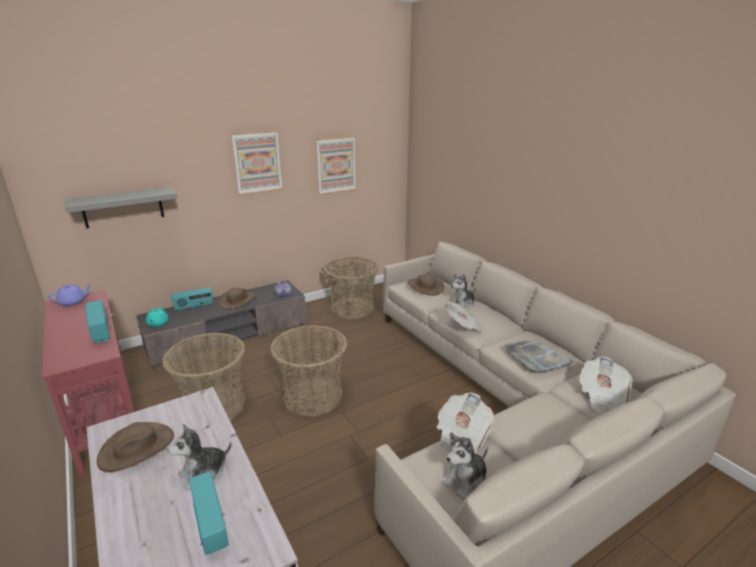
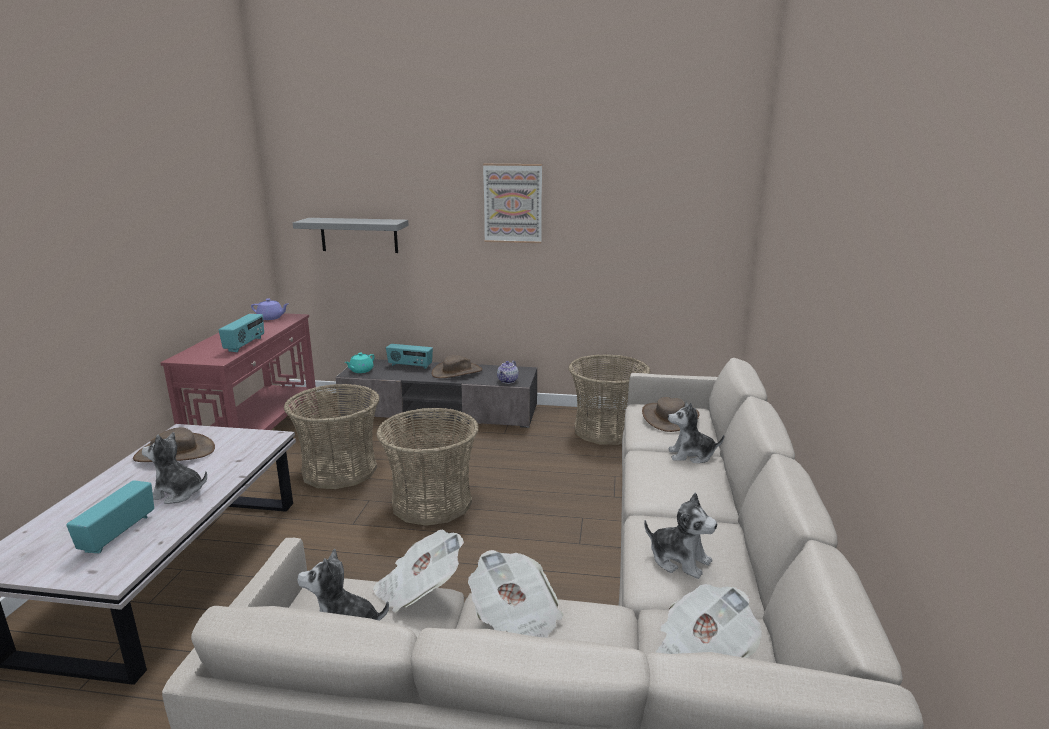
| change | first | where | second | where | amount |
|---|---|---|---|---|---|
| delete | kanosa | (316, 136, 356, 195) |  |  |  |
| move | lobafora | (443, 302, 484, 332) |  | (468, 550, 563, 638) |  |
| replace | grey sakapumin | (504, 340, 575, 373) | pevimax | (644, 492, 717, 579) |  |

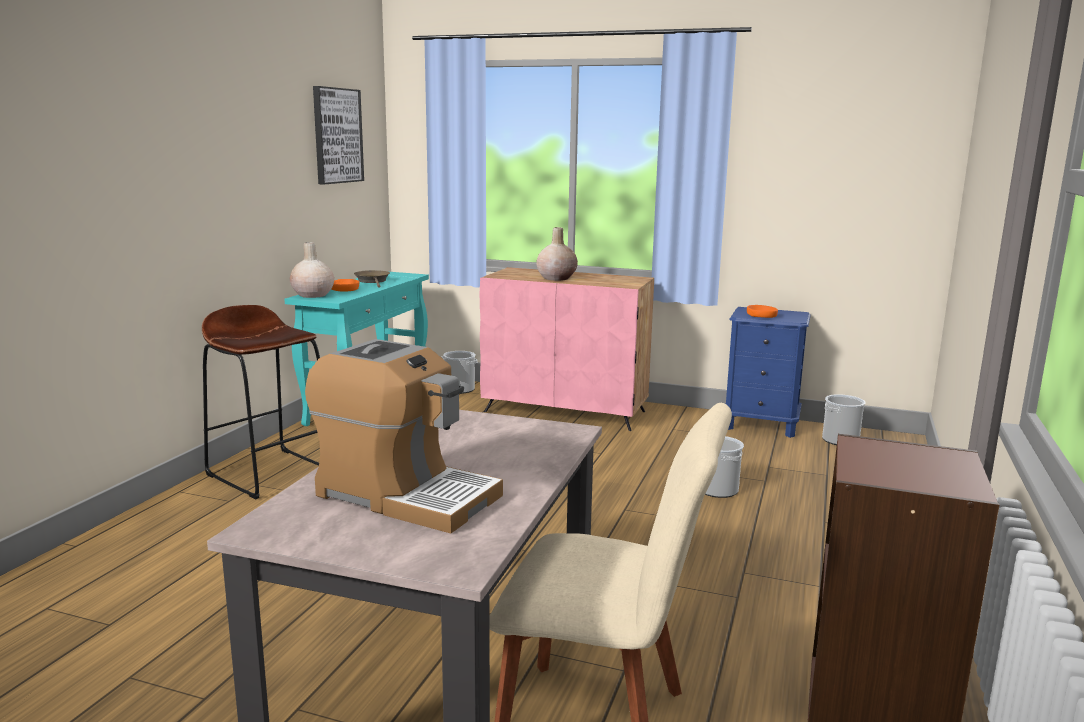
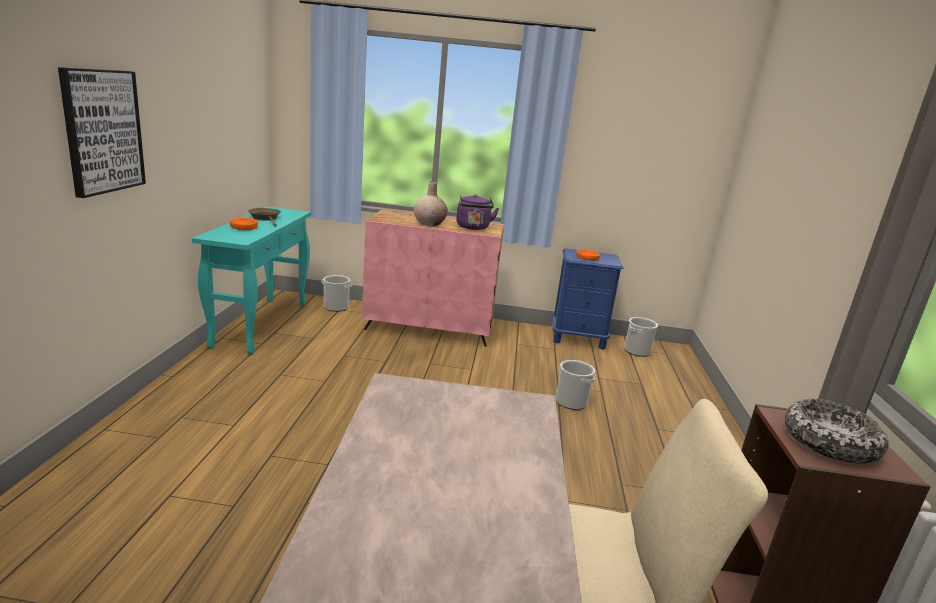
| change | first | where | second | where | amount |
|---|---|---|---|---|---|
| delete | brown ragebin | (202, 305, 320, 499) |  |  |  |
| delete | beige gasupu | (290, 242, 334, 298) |  |  |  |
| delete | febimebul | (305, 339, 503, 533) |  |  |  |
| insert |  |  | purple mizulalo | (456, 194, 499, 230) |  |
| insert |  |  | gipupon | (785, 399, 889, 464) |  |
| move | kanosa | (313, 86, 364, 185) |  | (58, 67, 146, 198) |  |

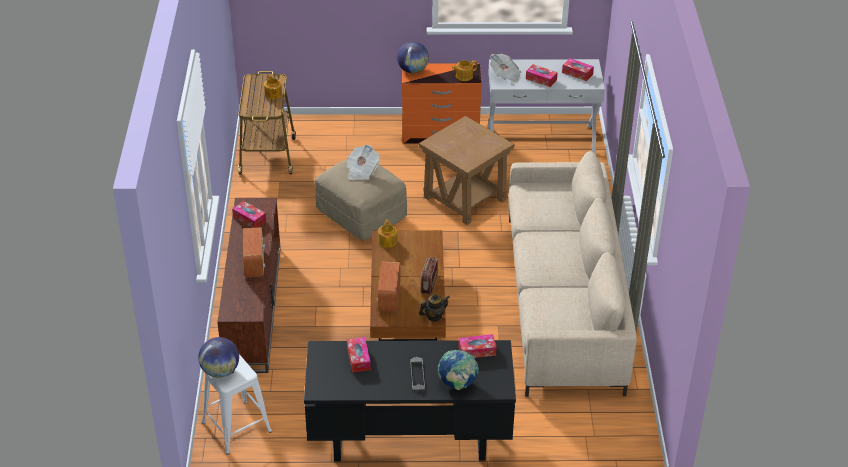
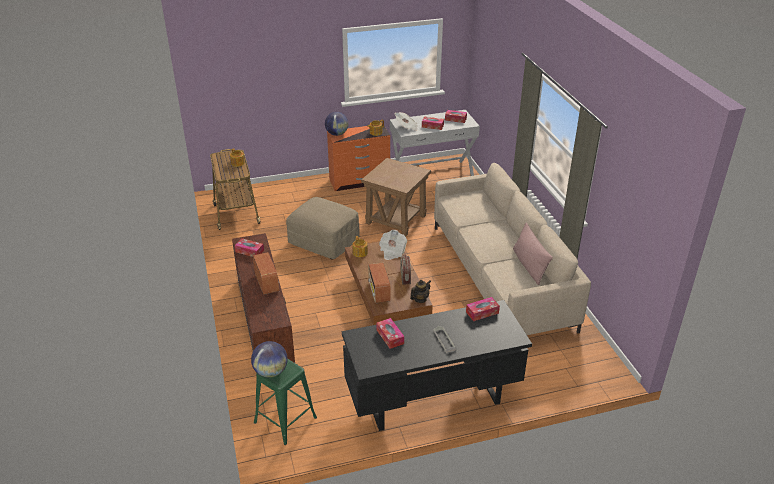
| change | first | where | second | where | amount |
|---|---|---|---|---|---|
| delete | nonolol | (438, 350, 479, 390) |  |  |  |
| insert |  |  | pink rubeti | (513, 223, 553, 285) |  |
| move | lobafora | (346, 145, 380, 180) |  | (379, 230, 407, 260) |  |
| recolor | white ragebin | (202, 355, 272, 455) | green ragebin | (254, 359, 317, 445) |  |

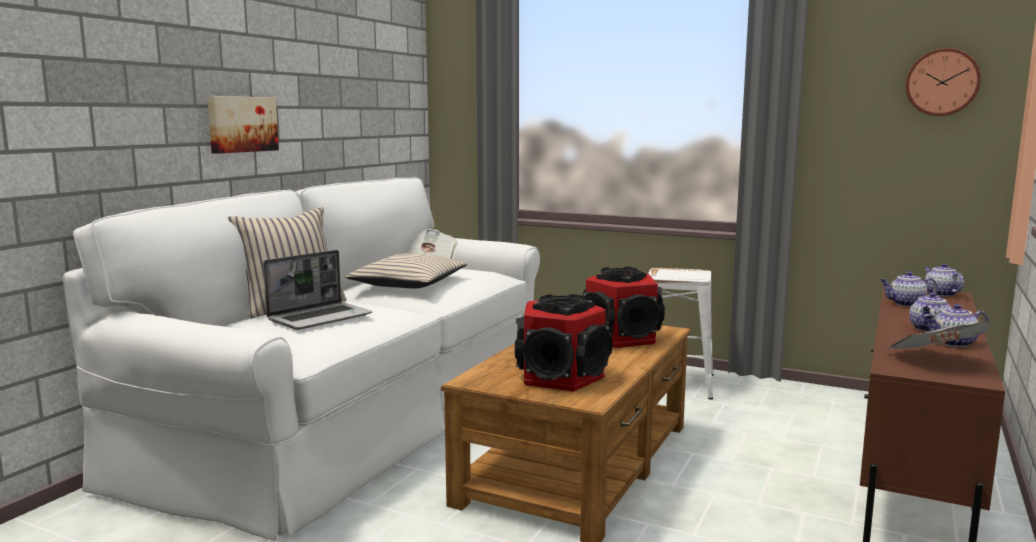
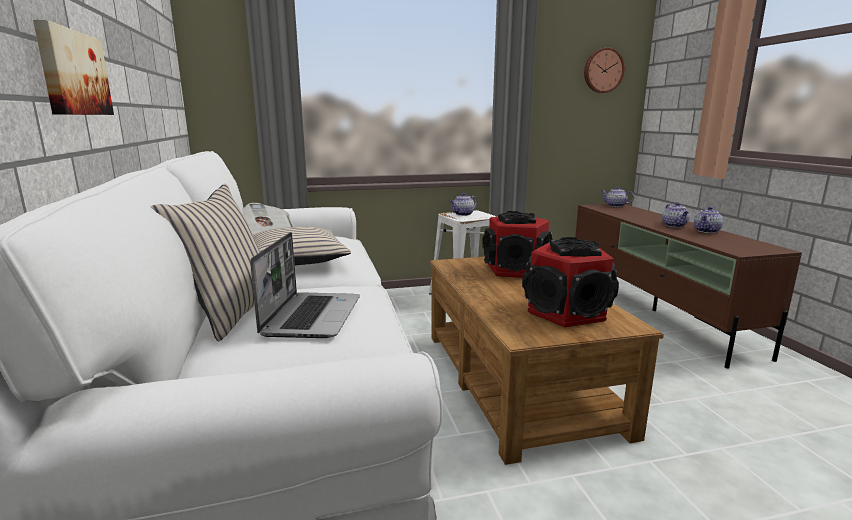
| change | first | where | second | where | amount |
|---|---|---|---|---|---|
| delete | lobafora | (885, 321, 994, 349) |  |  |  |
| move | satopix | (881, 271, 937, 307) |  | (449, 193, 477, 216) |  |

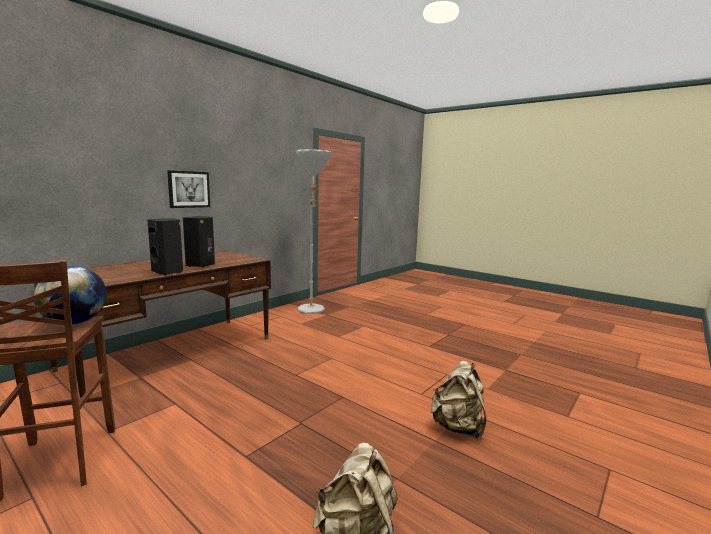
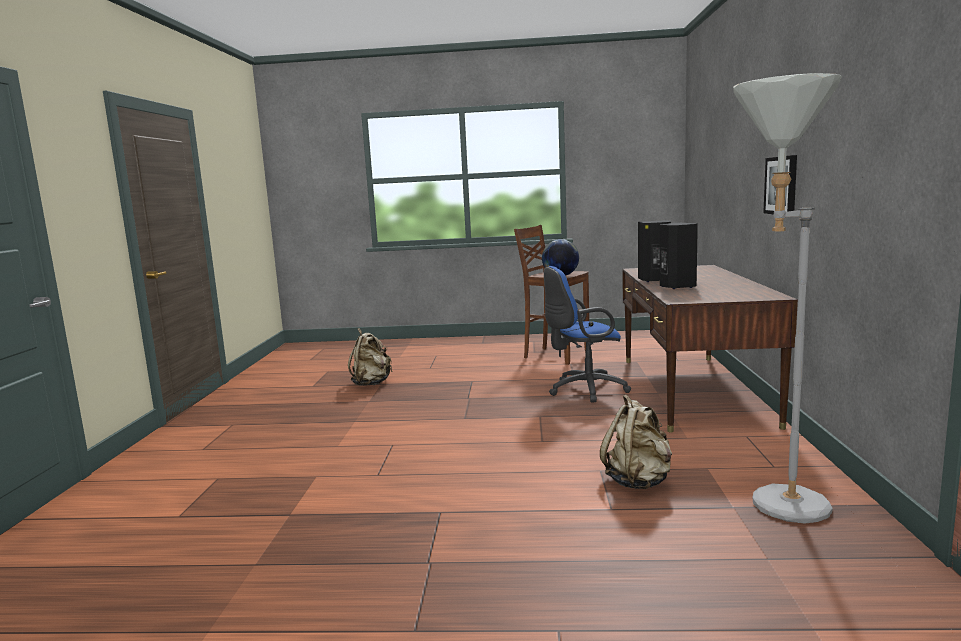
| change | first | where | second | where | amount |
|---|---|---|---|---|---|
| insert |  |  | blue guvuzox | (544, 266, 631, 402) |  |
| move | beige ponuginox | (431, 361, 486, 439) |  | (600, 395, 672, 489) |  |

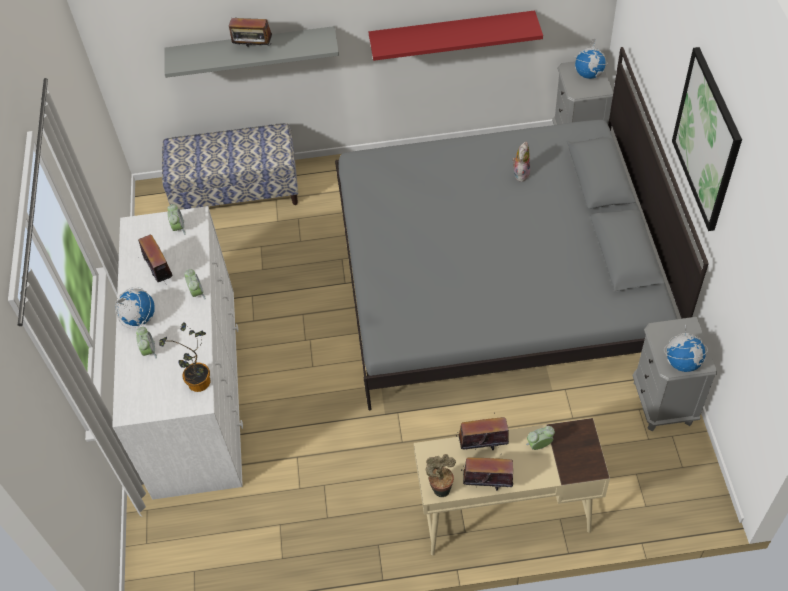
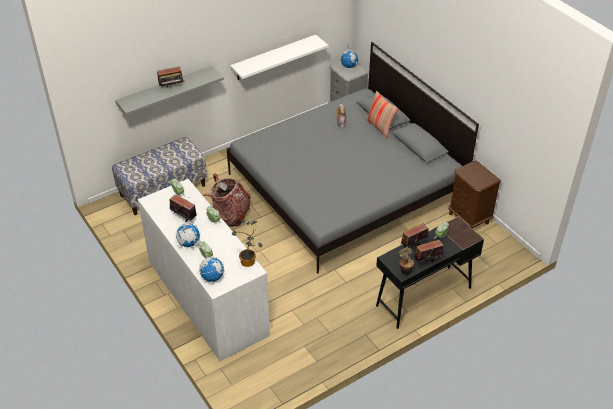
| change | first | where | second | where | amount |
|---|---|---|---|---|---|
| delete | kanosa | (672, 47, 742, 231) |  |  |  |
| insert |  |  | ponuginox | (202, 174, 251, 227) |  |
| insert |  |  | rubeti | (365, 91, 398, 138) |  |
| move | nonolol | (664, 325, 708, 372) |  | (198, 251, 224, 282) |  |
| recolor | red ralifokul | (369, 10, 543, 61) | white ralifokul | (230, 35, 328, 80) |  |
| recolor | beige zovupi | (414, 418, 610, 555) | black zovupi | (376, 216, 484, 329) |  |
| recolor | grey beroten | (633, 317, 717, 432) | brown beroten | (448, 160, 501, 229) |  |

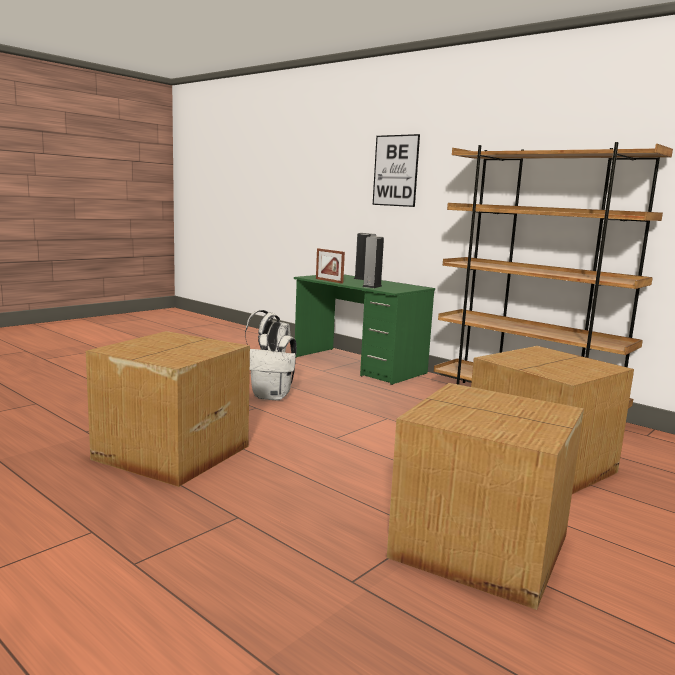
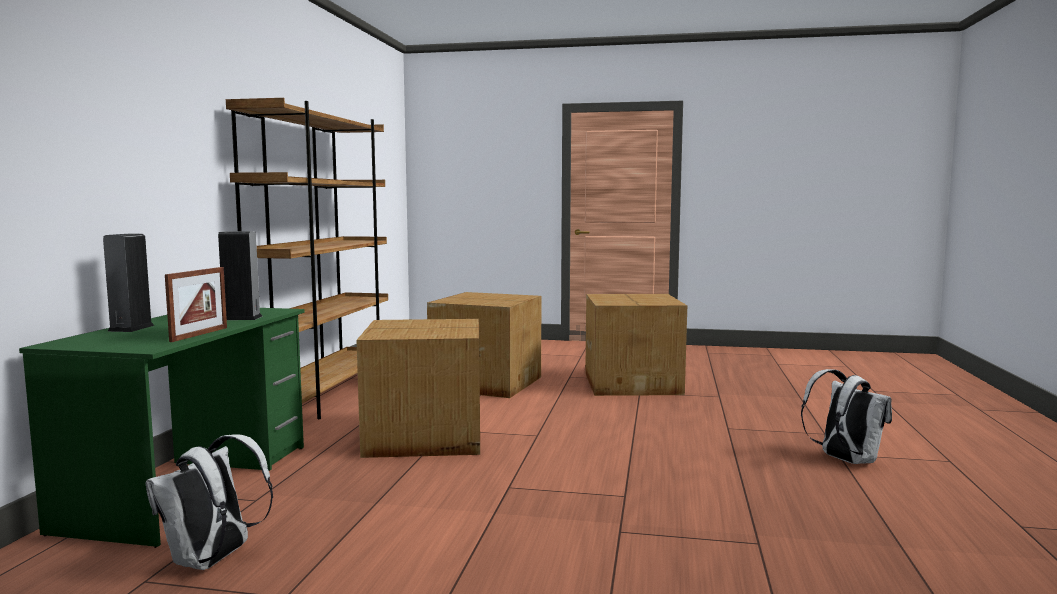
| change | first | where | second | where | amount |
|---|---|---|---|---|---|
| delete | kanosa | (373, 134, 420, 207) |  |  |  |
| move | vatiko | (86, 331, 250, 487) |  | (356, 319, 480, 458) |  |
| move | white ponuginox | (250, 334, 297, 400) |  | (801, 369, 892, 464) |  |

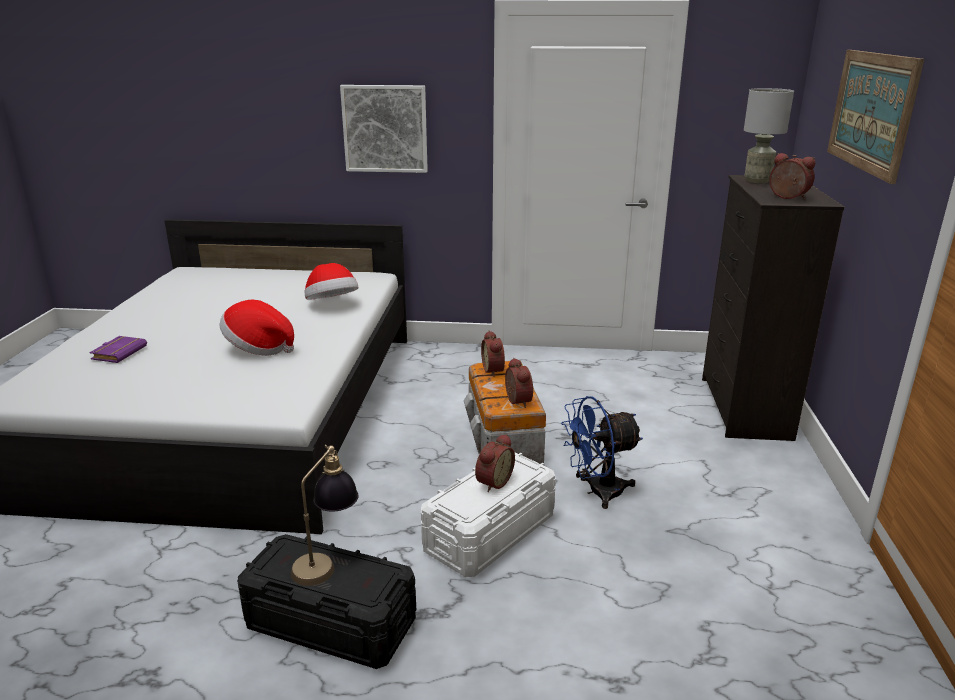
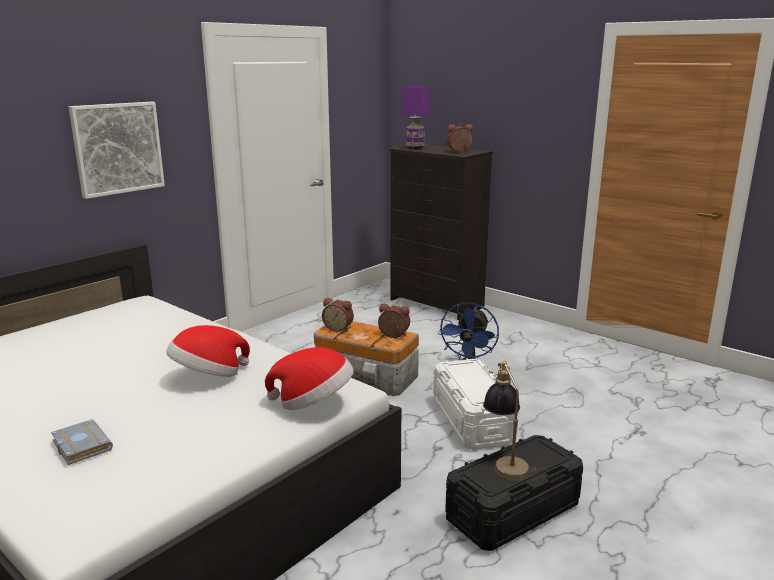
| change | first | where | second | where | amount |
|---|---|---|---|---|---|
| delete | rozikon | (475, 434, 515, 492) |  |  |  |
| delete | kanosa | (827, 50, 924, 184) |  |  |  |
| move | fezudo | (305, 263, 358, 300) |  | (265, 347, 354, 410) |  |
| recolor | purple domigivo | (89, 336, 147, 363) | grey domigivo | (51, 419, 113, 465) |  |
| recolor | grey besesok | (744, 88, 794, 183) | purple besesok | (402, 86, 430, 149) |  |

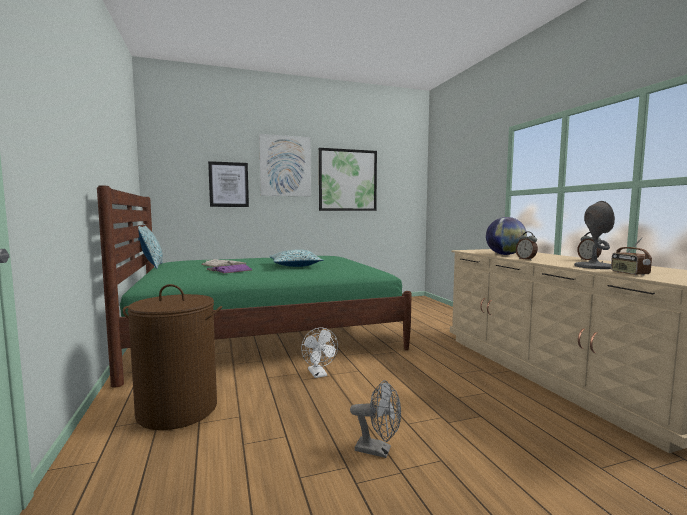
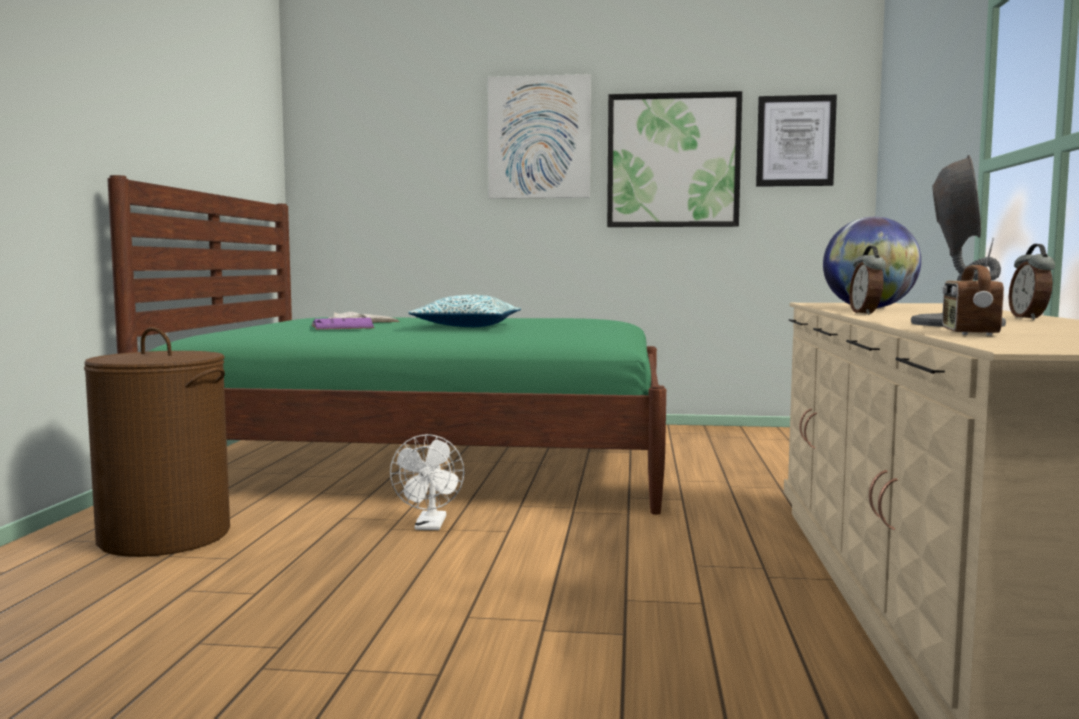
| change | first | where | second | where | amount |
|---|---|---|---|---|---|
| delete | rubeti | (138, 224, 163, 269) |  |  |  |
| delete | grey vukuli | (350, 380, 401, 458) |  |  |  |
| move | kanosa | (208, 161, 249, 207) |  | (756, 95, 837, 187) |  |

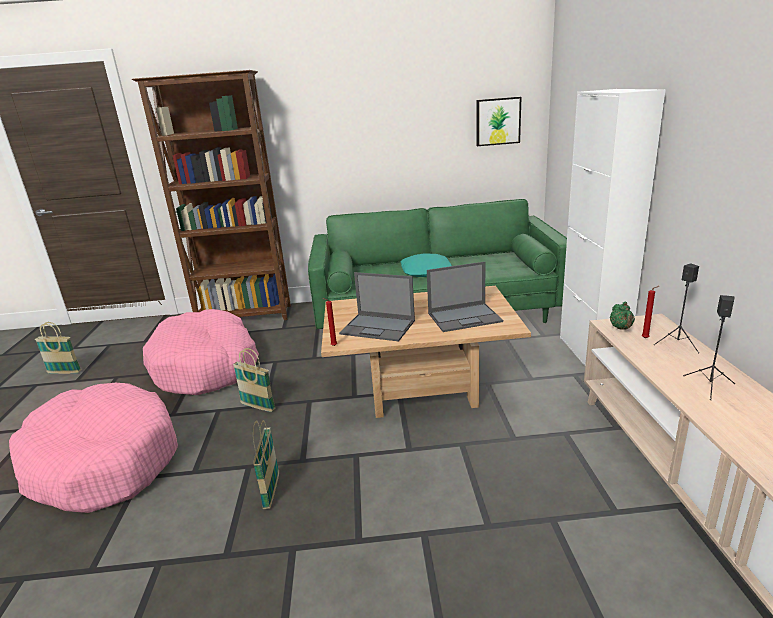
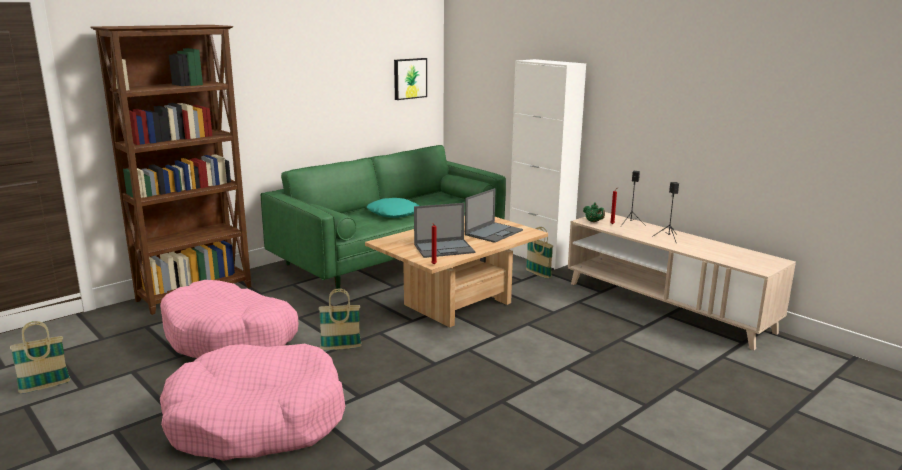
| change | first | where | second | where | amount |
|---|---|---|---|---|---|
| move | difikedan | (253, 420, 279, 509) |  | (526, 227, 553, 279) |  |

